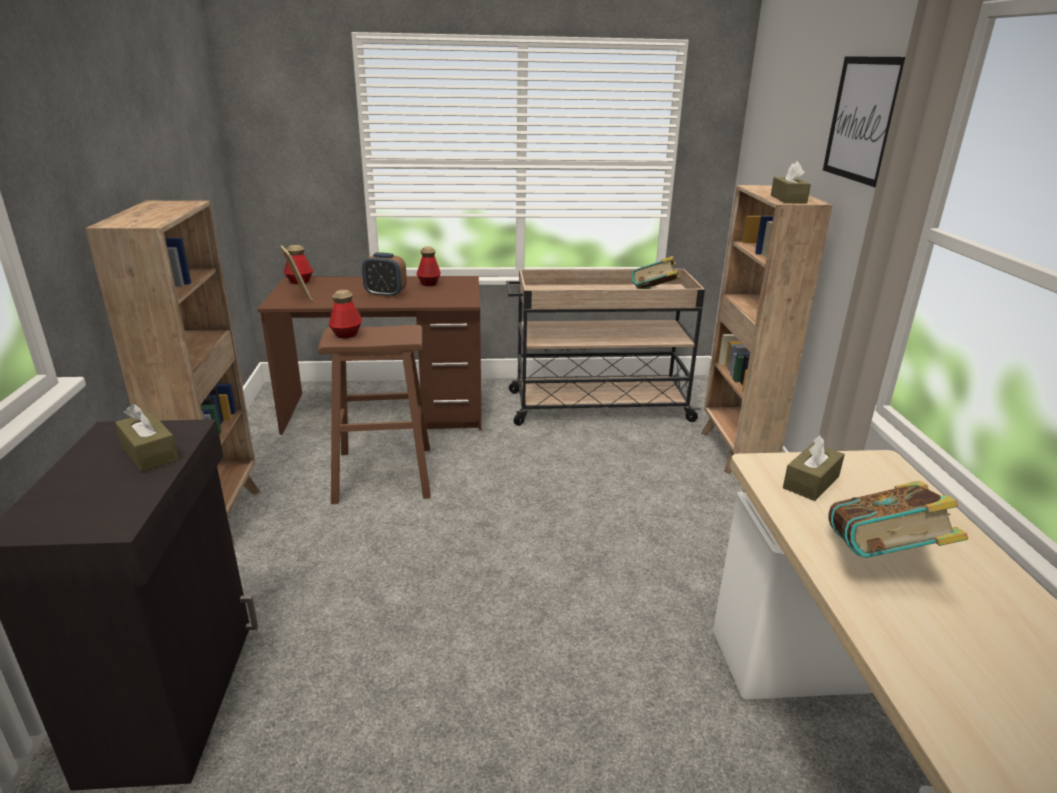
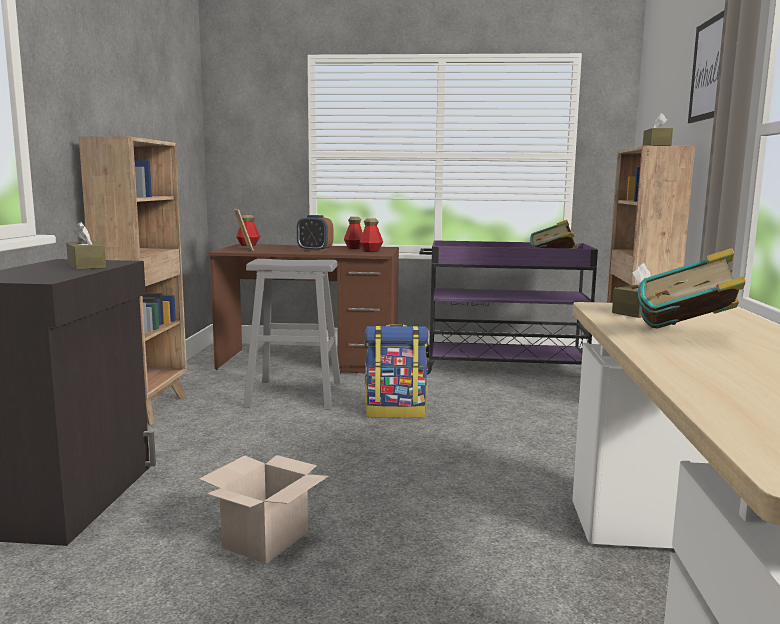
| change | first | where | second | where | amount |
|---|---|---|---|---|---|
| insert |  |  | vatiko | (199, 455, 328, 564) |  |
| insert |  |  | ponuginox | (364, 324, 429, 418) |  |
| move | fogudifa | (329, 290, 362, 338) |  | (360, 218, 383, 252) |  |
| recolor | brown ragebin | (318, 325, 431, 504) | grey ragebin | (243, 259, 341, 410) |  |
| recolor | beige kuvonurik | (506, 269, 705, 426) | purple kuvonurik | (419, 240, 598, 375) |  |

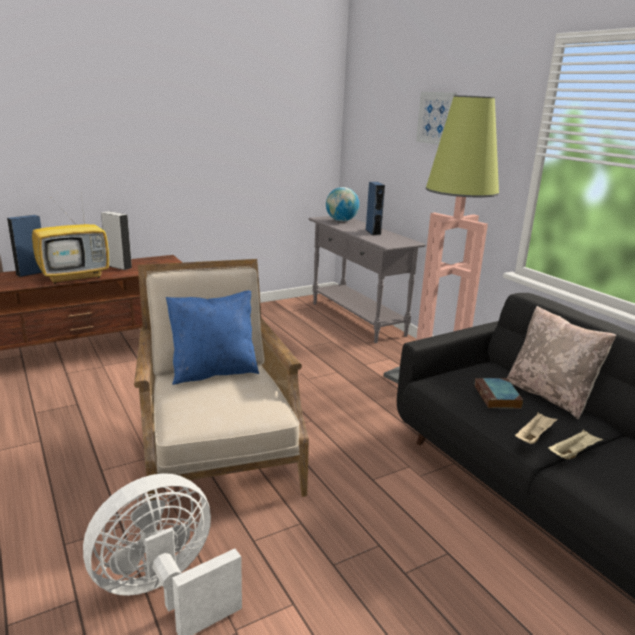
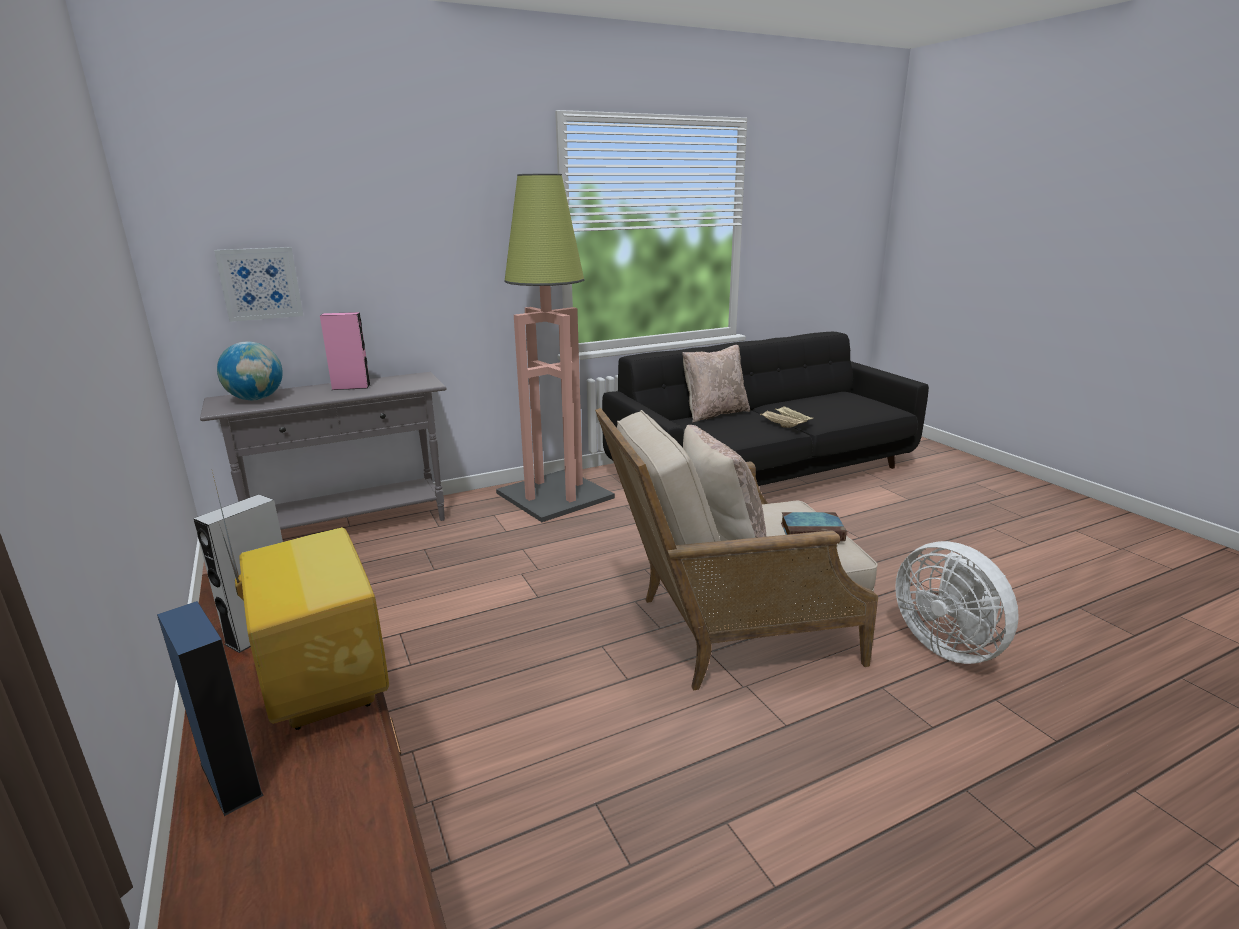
| change | first | where | second | where | amount |
|---|---|---|---|---|---|
| move | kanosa | (416, 92, 457, 145) |  | (214, 247, 303, 322) |  |
| move | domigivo | (474, 378, 523, 409) |  | (781, 512, 847, 541) |  |
| recolor | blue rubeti | (166, 290, 259, 385) | beige rubeti | (683, 425, 766, 540) |  |
| recolor | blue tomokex | (366, 182, 385, 235) | pink tomokex | (320, 312, 370, 390) |  |

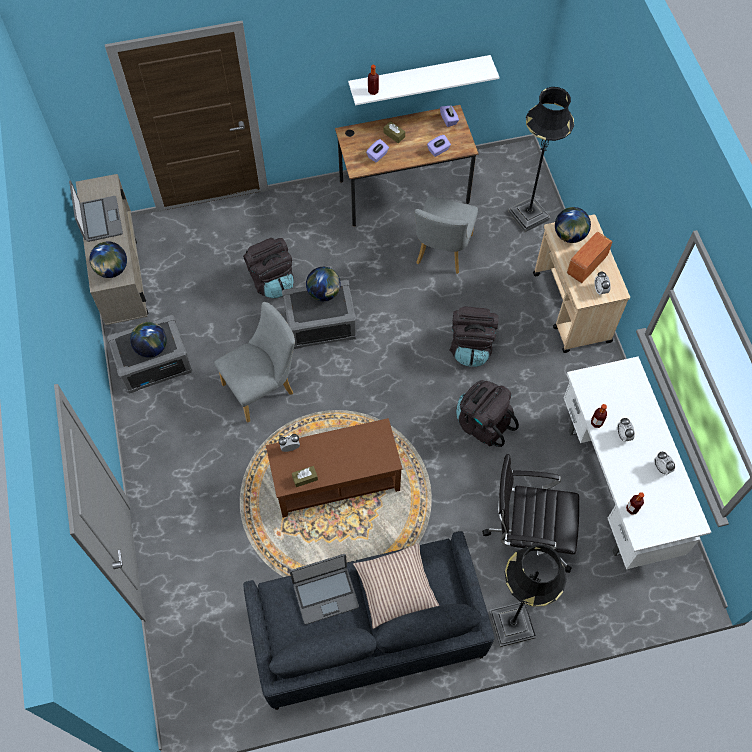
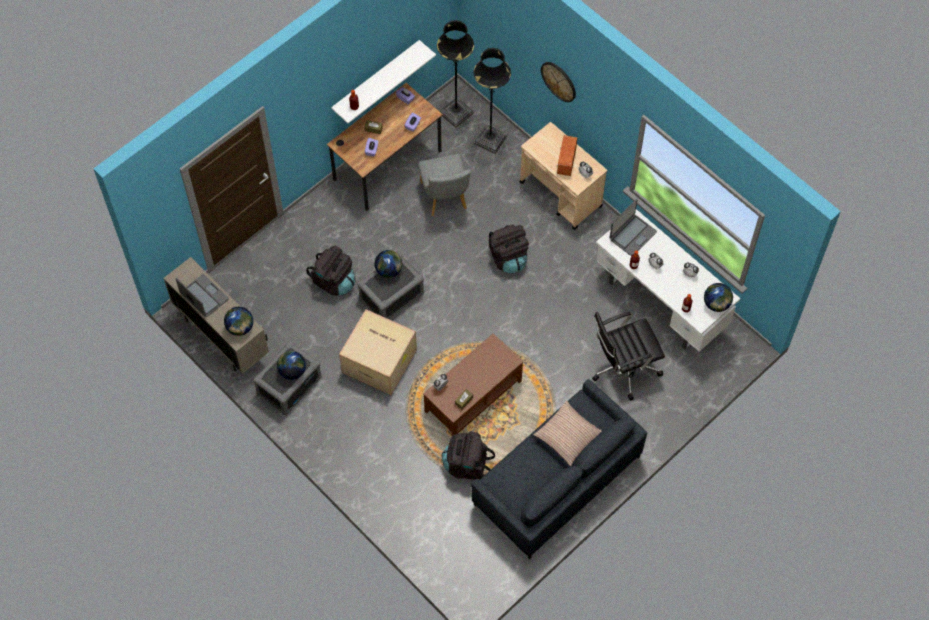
| change | first | where | second | where | amount |
|---|---|---|---|---|---|
| insert |  |  | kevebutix | (541, 62, 576, 102) |  |
| move | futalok | (290, 554, 359, 625) |  | (609, 199, 657, 256) |  |
| move | black ponuginox | (456, 380, 519, 447) |  | (441, 432, 495, 479) |  |
| move | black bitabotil | (489, 544, 567, 647) |  | (437, 20, 474, 128) |  |
| move | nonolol | (555, 207, 591, 243) |  | (704, 283, 733, 312) |  |
| replace | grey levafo | (214, 302, 295, 423) | vatiko | (339, 309, 417, 395) |  |

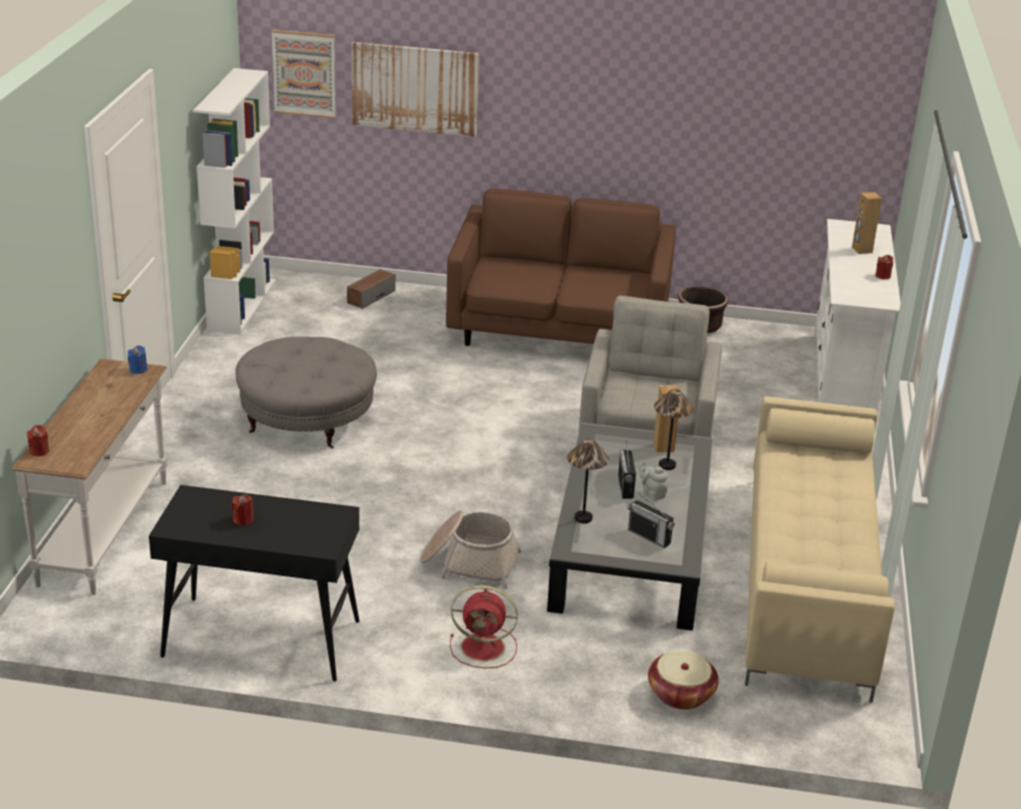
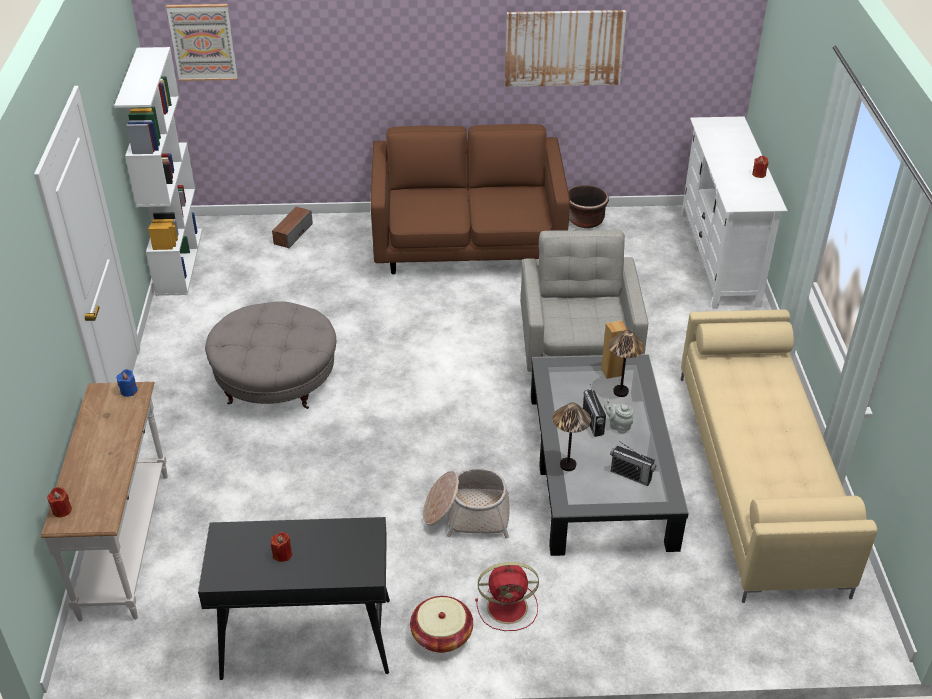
| change | first | where | second | where | amount |
|---|---|---|---|---|---|
| delete | brown tomokex | (852, 192, 882, 254) |  |  |  |
| move | kanosa | (352, 42, 480, 137) |  | (505, 10, 627, 87) |  |
| move | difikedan | (648, 651, 719, 709) |  | (410, 596, 473, 653) |  |

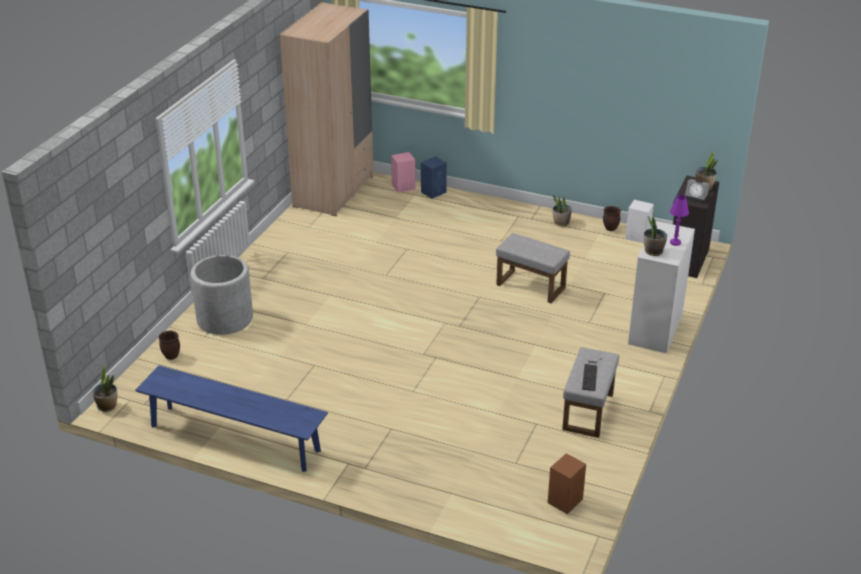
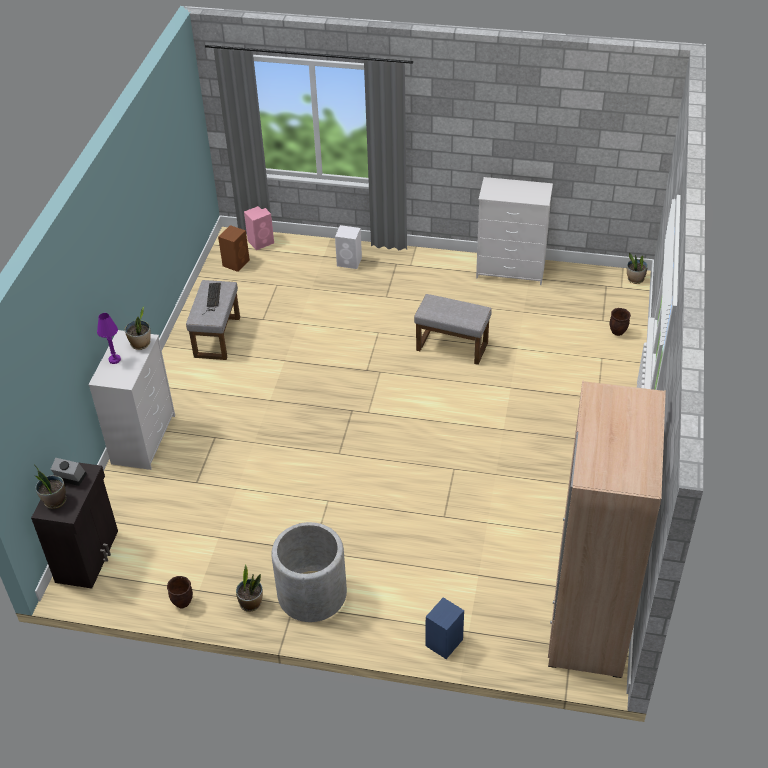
| change | first | where | second | where | amount |
|---|---|---|---|---|---|
| move | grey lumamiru | (190, 255, 253, 335) |  | (271, 522, 347, 622) |  |
| move | pink tomokex | (391, 152, 416, 193) |  | (244, 206, 274, 250) |  |
| move | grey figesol | (496, 233, 570, 303) |  | (414, 294, 492, 365) |  |
| move | white tomokex | (625, 200, 654, 243) |  | (335, 225, 362, 269) |  |
| replace | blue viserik | (135, 365, 328, 472) | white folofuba | (476, 177, 553, 285) |  |

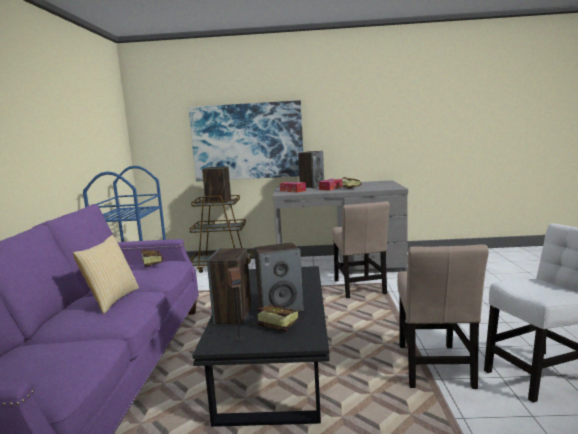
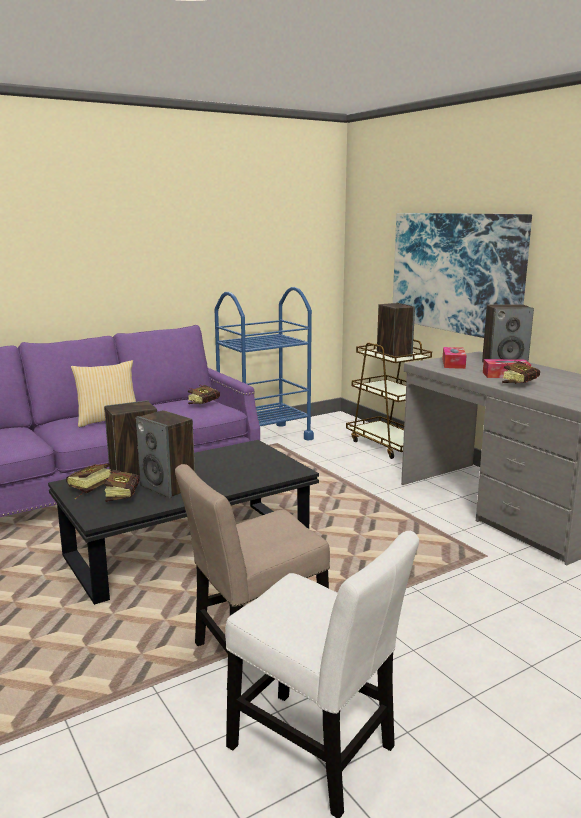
| change | first | where | second | where | amount |
|---|---|---|---|---|---|
| delete | beige levafo | (332, 201, 390, 298) |  |  |  |
| replace | tomokex | (227, 267, 244, 341) | domigivo | (66, 464, 111, 499) |  |

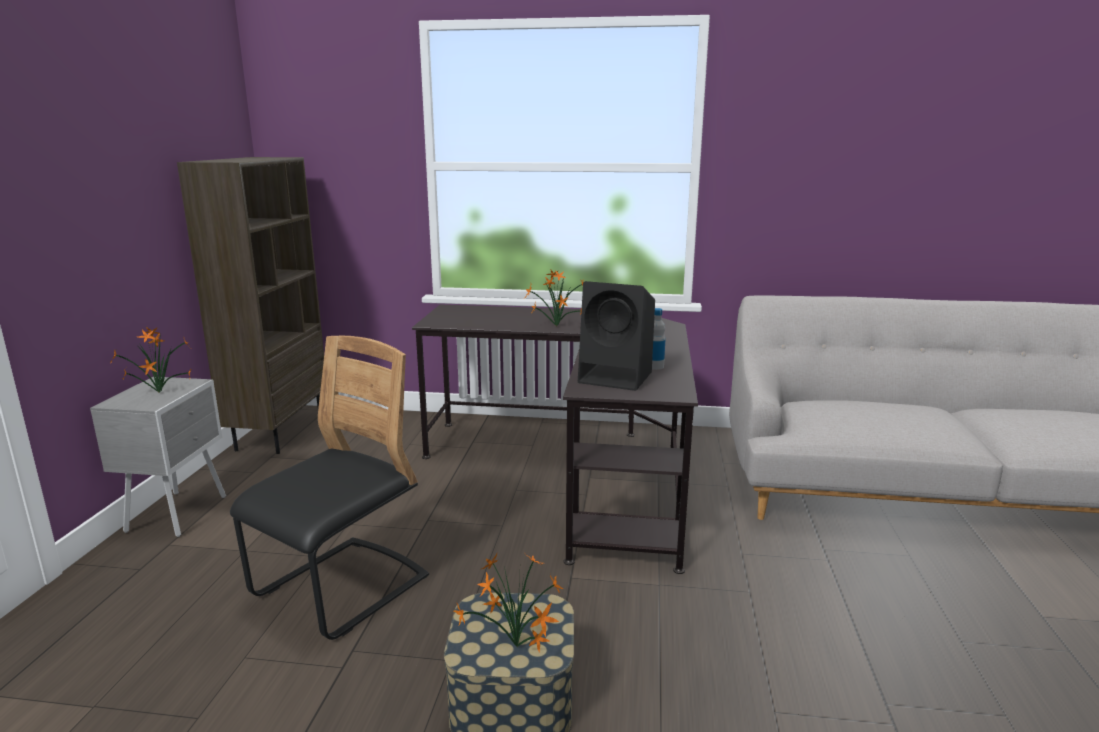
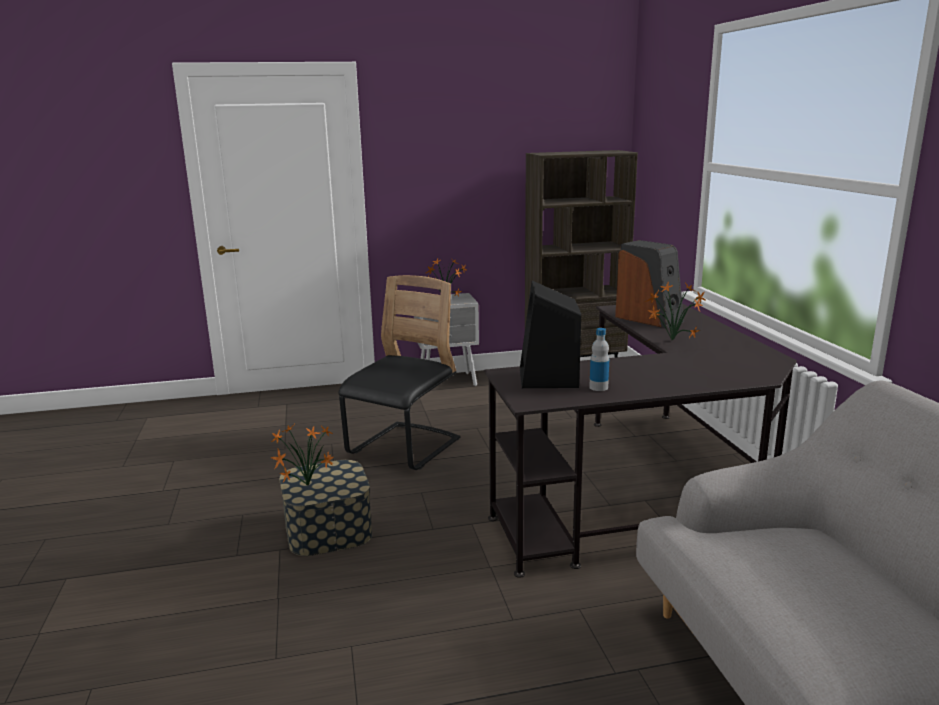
| change | first | where | second | where | amount |
|---|---|---|---|---|---|
| insert |  |  | tomokex | (615, 240, 684, 328) |  |
| rotate | black levafo | (230, 336, 429, 640) |  | (338, 275, 461, 470) | 75 degrees counterclockwise |

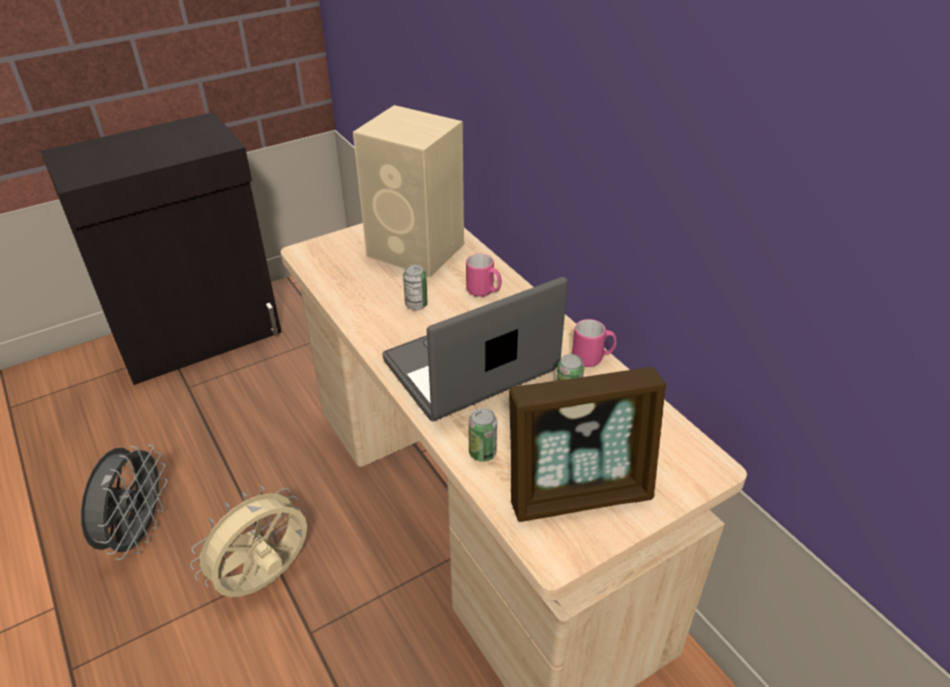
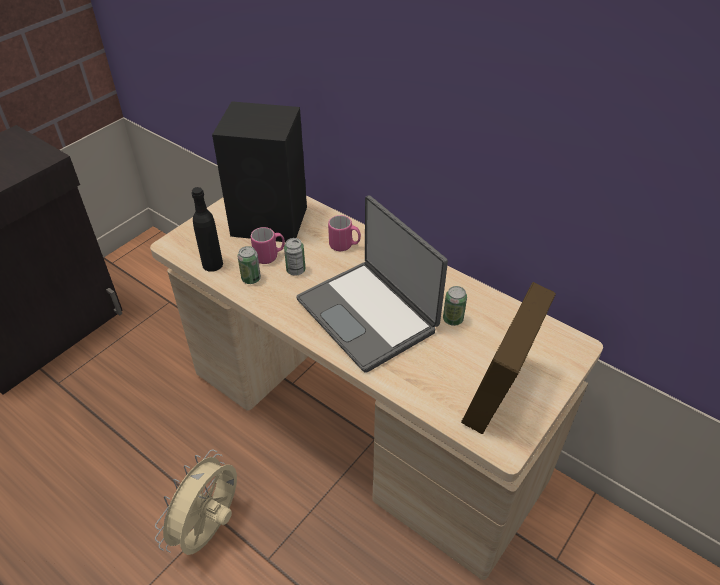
| change | first | where | second | where | amount |
|---|---|---|---|---|---|
| delete | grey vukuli | (81, 445, 167, 560) |  |  |  |
| insert |  |  | black fogudifa | (191, 187, 223, 272) |  |
| move | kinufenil | (468, 408, 497, 462) |  | (238, 246, 261, 284) |  |
| move | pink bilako | (572, 319, 616, 367) |  | (251, 227, 285, 264) |  |
| recolor | beige tomokex | (353, 105, 464, 277) | black tomokex | (212, 101, 307, 242) |  |
| rotate | futalok | (382, 277, 568, 421) |  | (296, 195, 448, 373) | 75 degrees counterclockwise |
| rotate | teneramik | (509, 367, 666, 522) |  | (461, 282, 556, 434) | 150 degrees clockwise |

